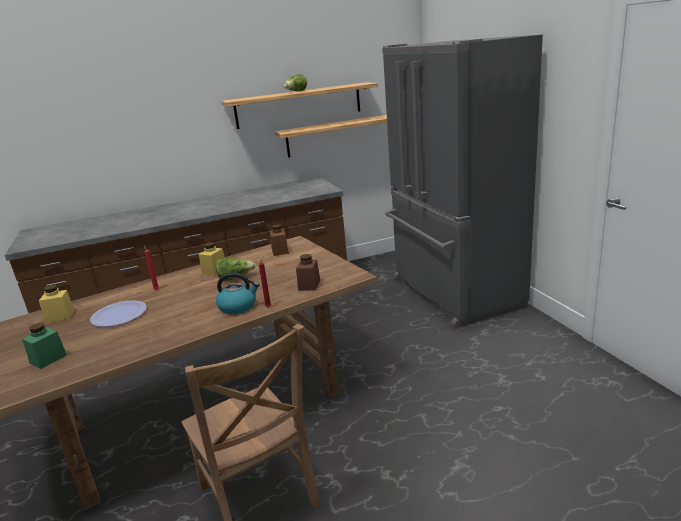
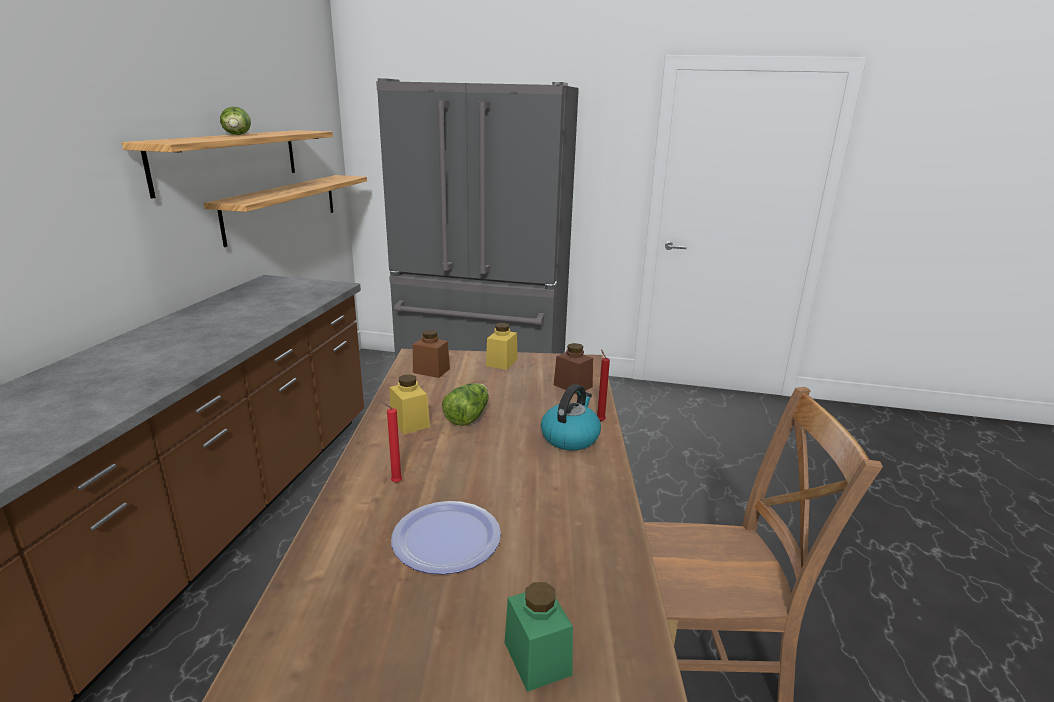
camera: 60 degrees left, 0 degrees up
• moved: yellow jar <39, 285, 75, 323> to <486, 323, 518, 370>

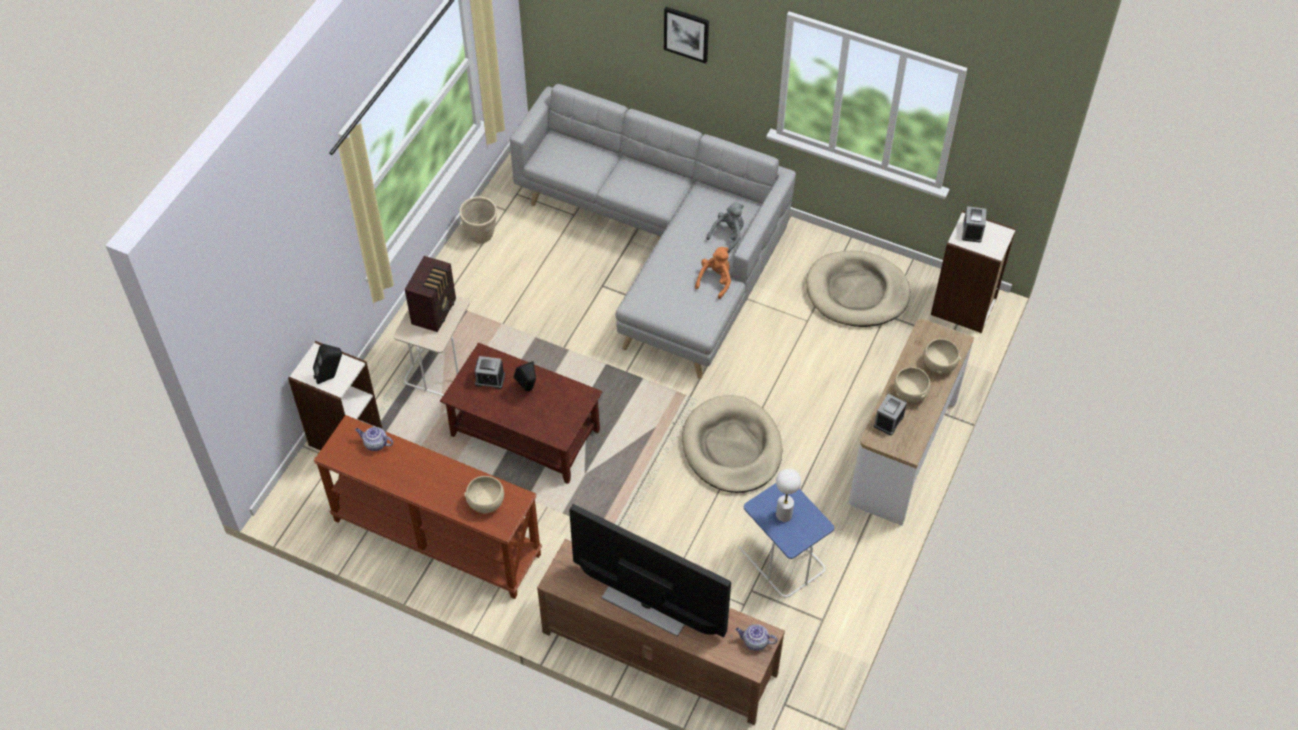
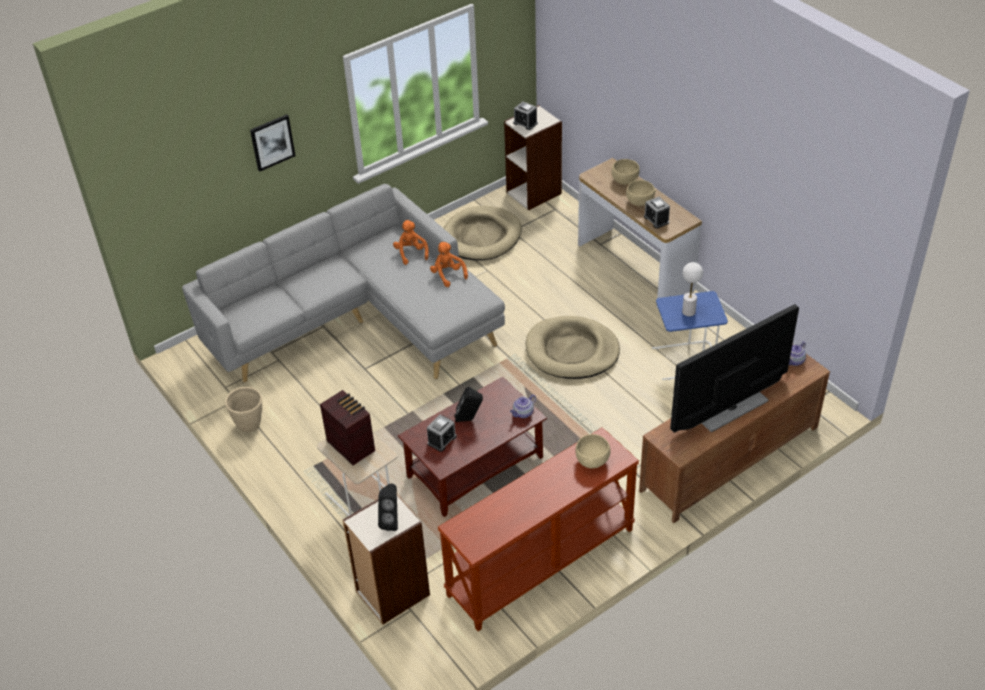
camera: 60 degrees left, 10 degrees down
• moved: teapot <355, 427, 393, 451> to <510, 394, 536, 418>
• recoloured: grey plush toy <707, 203, 744, 253> to orange plush toy <393, 220, 429, 265>

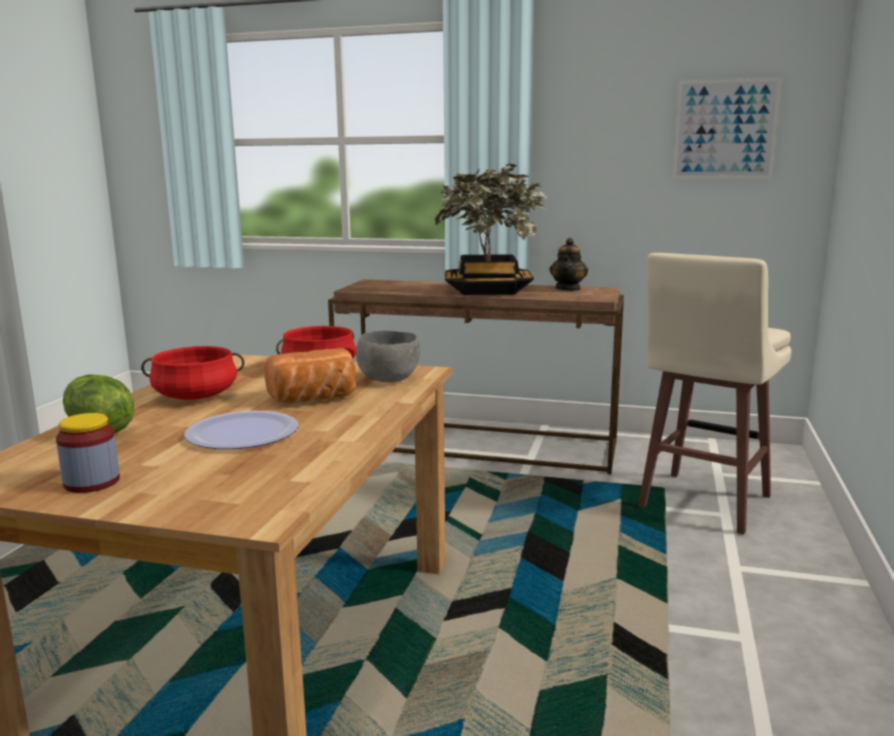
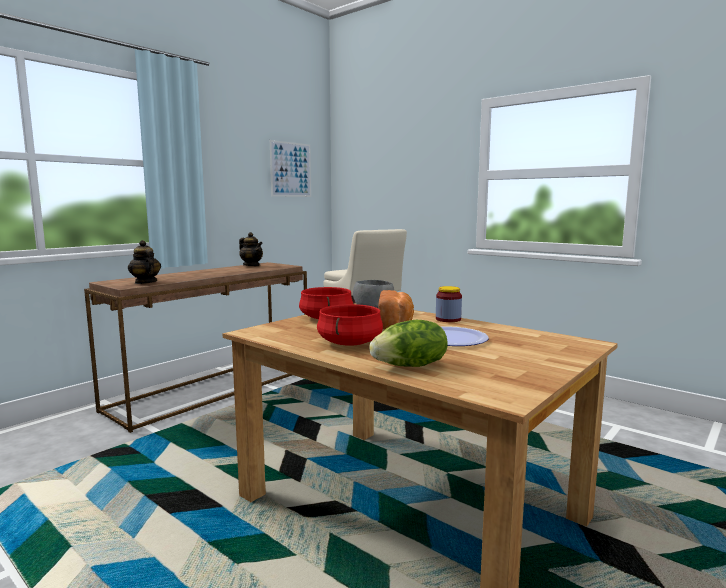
camera: 65 degrees left, 5 degrees down
• removed: potted plant <435, 163, 548, 295>
• added: teapot <128, 240, 161, 284>
• moved: jar <56, 413, 120, 493> to <436, 286, 462, 322>

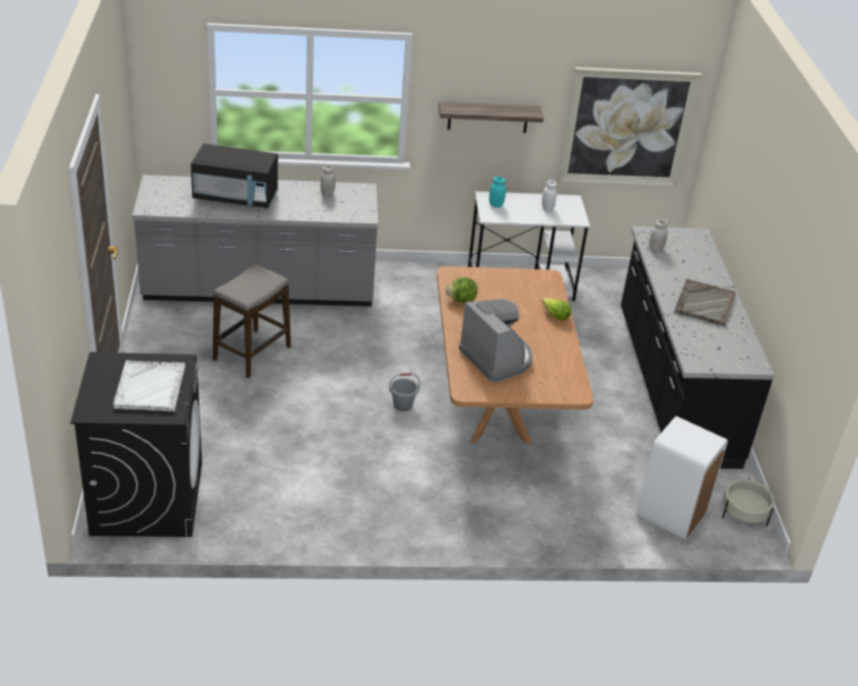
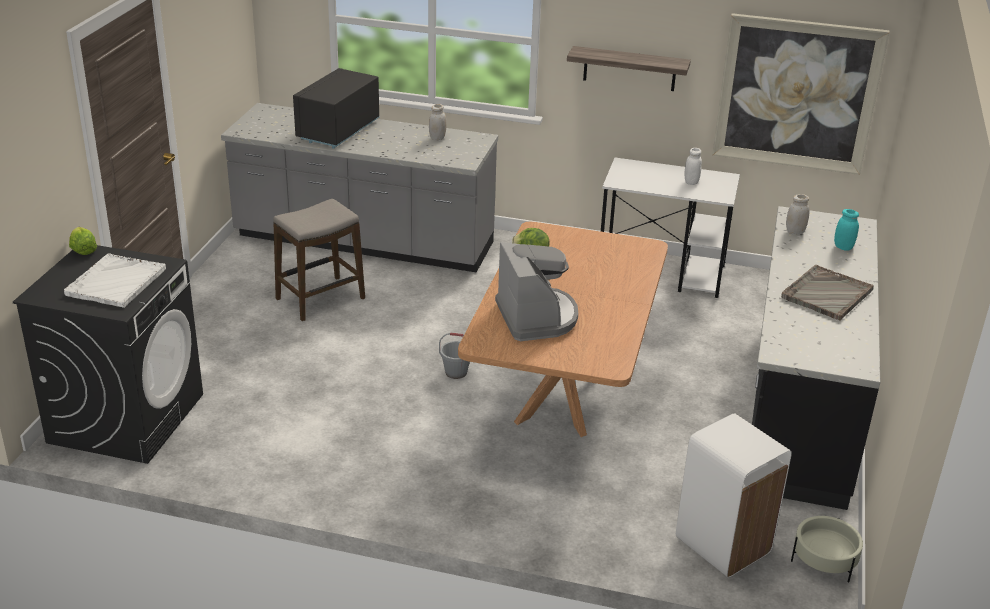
camera: 20 degrees right, 5 degrees down
• moved: turquoise jar <489, 177, 506, 207> to <834, 209, 859, 251>
• moved: lettuce <542, 298, 571, 320> to <69, 227, 97, 255>
• turned: black microwave <191, 144, 278, 208> = <293, 68, 379, 149> 90 degrees clockwise

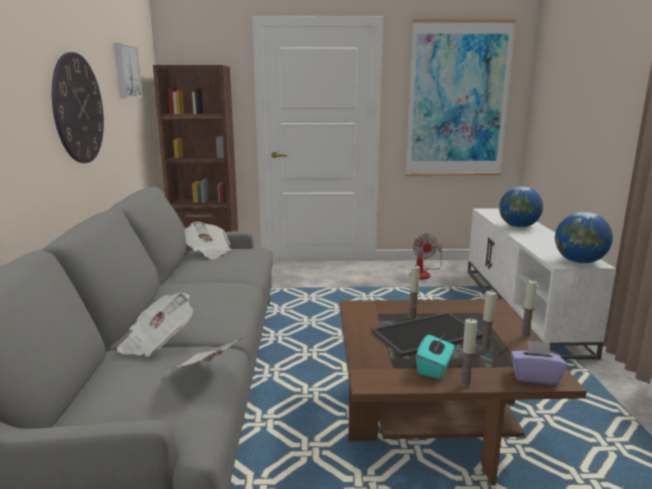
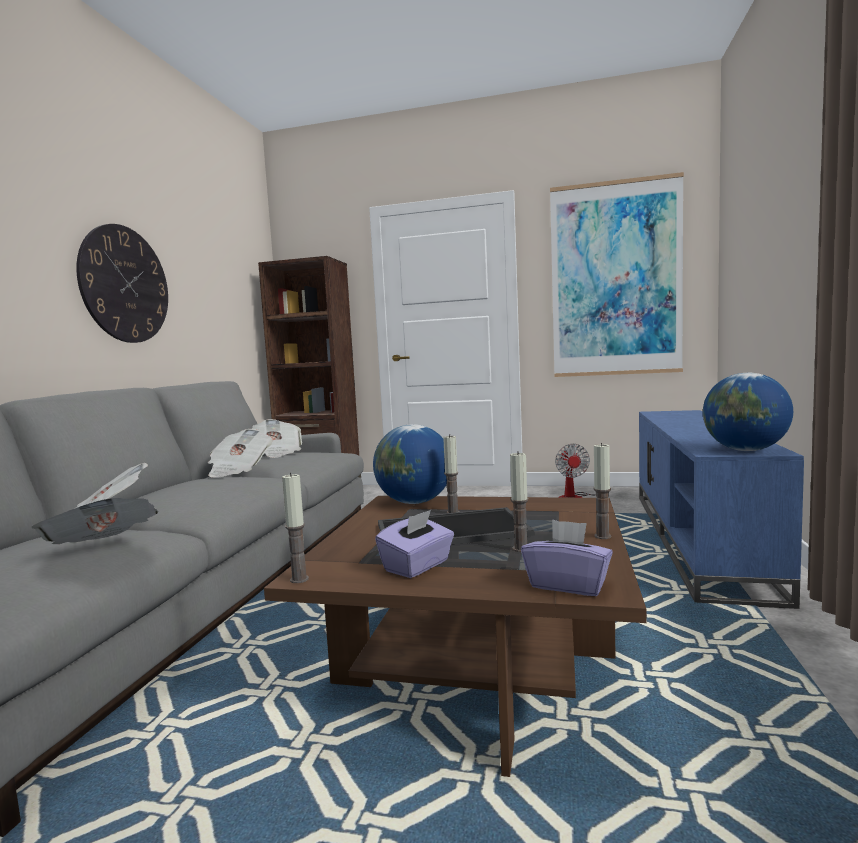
camera: 15 degrees right, 10 degrees down
• removed: picture <114, 43, 143, 98>
• added: newspaper <208, 429, 272, 478>
• moved: candle <459, 318, 477, 388> to <282, 473, 309, 583>
• moved: globe <499, 186, 543, 228> to <373, 424, 447, 504>
• recoloured: turquoise tissue box <416, 333, 454, 379> to purple tissue box <375, 510, 454, 578>
• recoloured: white tv stand <468, 208, 616, 359> to blue tv stand <639, 410, 804, 609>

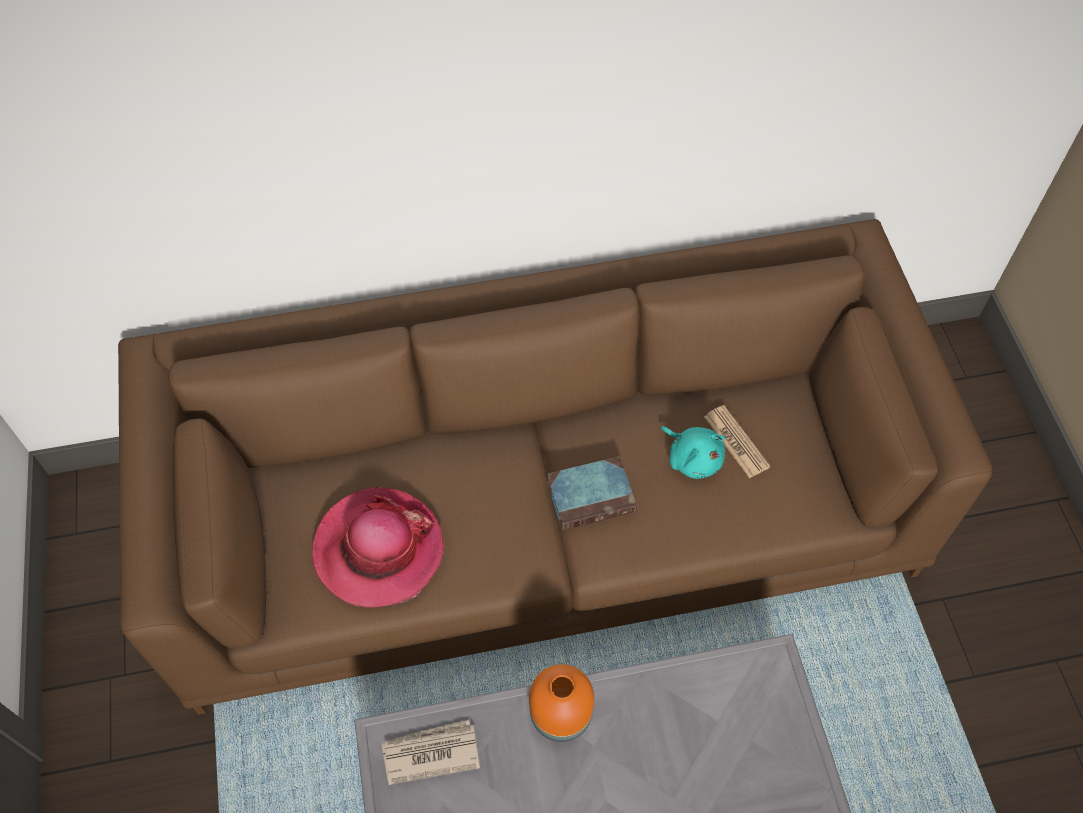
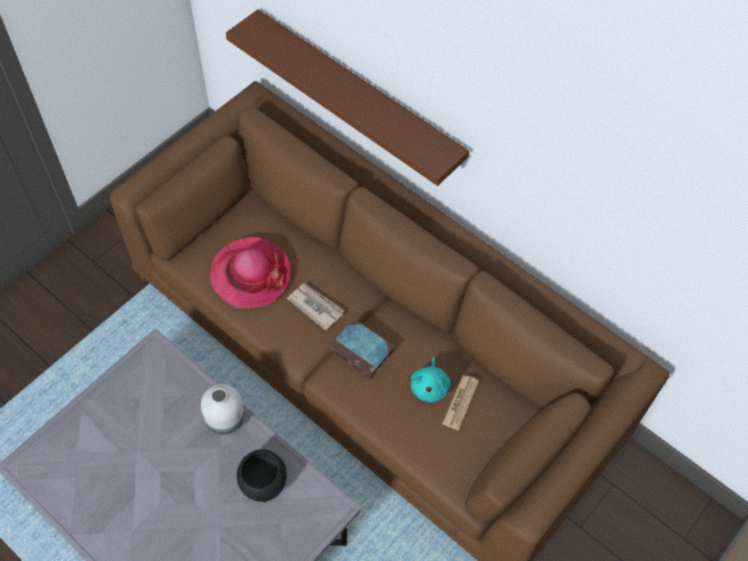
camera: 50 degrees right, 0 degrees up
• added: brown shelf <226, 9, 469, 186>
• added: black bowl <237, 449, 287, 503>
• moved: newspaper <381, 720, 480, 785> to <287, 283, 344, 330>
• recoloured: orange vase <529, 664, 594, 742> to white vase <201, 384, 244, 434>

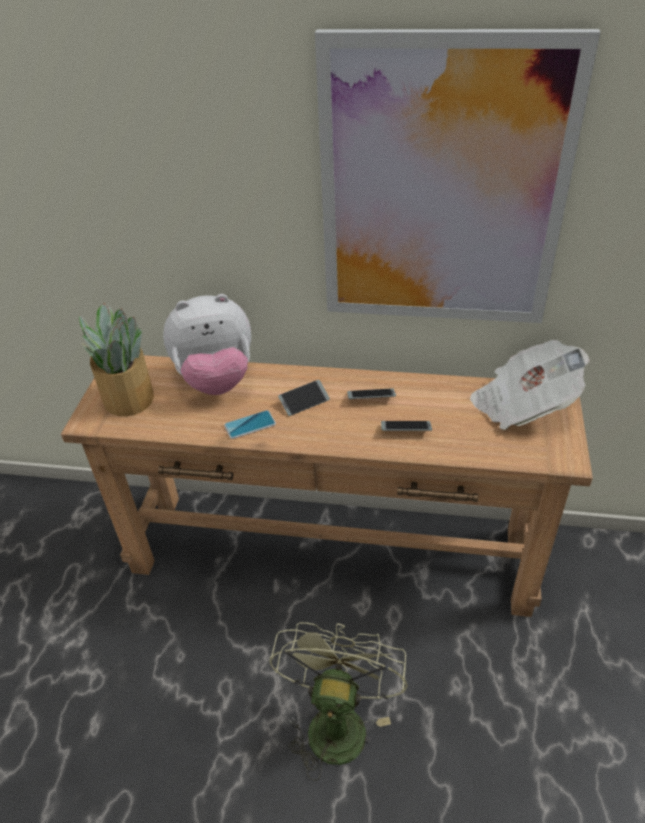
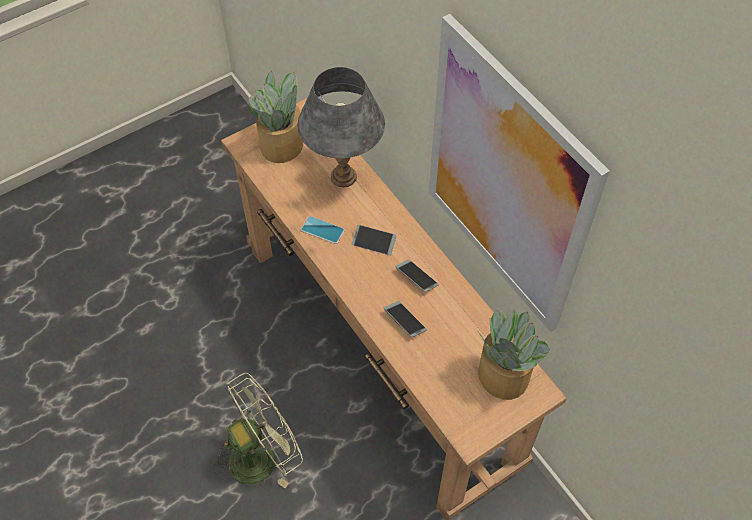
camera: 45 degrees right, 15 degrees up
• replaced: plush toy <163, 294, 251, 395> to grey table lamp <297, 67, 385, 187>
• replaced: newspaper <470, 340, 590, 430> to potted plant <477, 310, 550, 400>

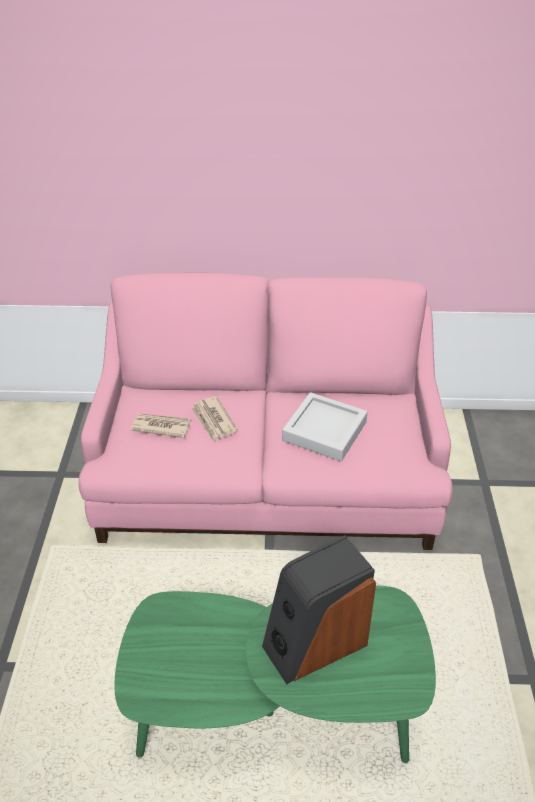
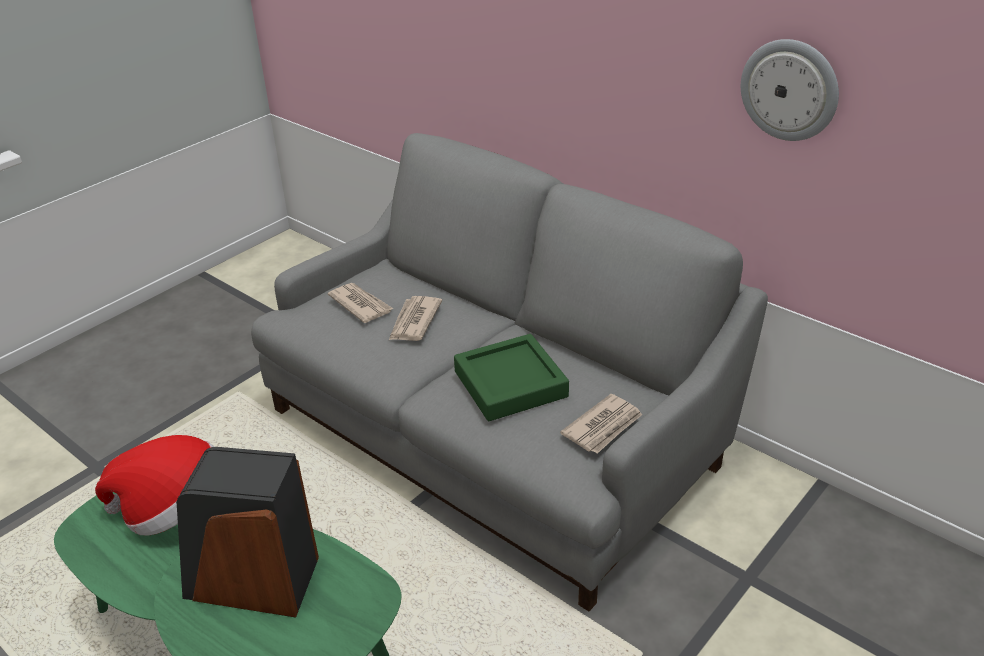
camera: 40 degrees right, 5 degrees down
• added: hat <95, 435, 215, 536>
• added: newspaper <560, 394, 643, 454>
• added: wall clock <741, 39, 839, 141>
• recoloured: pink sofa <78, 273, 453, 550> to grey sofa <251, 133, 768, 611>
• recoloured: grey tray <282, 392, 367, 461> to green tray <454, 334, 569, 421>

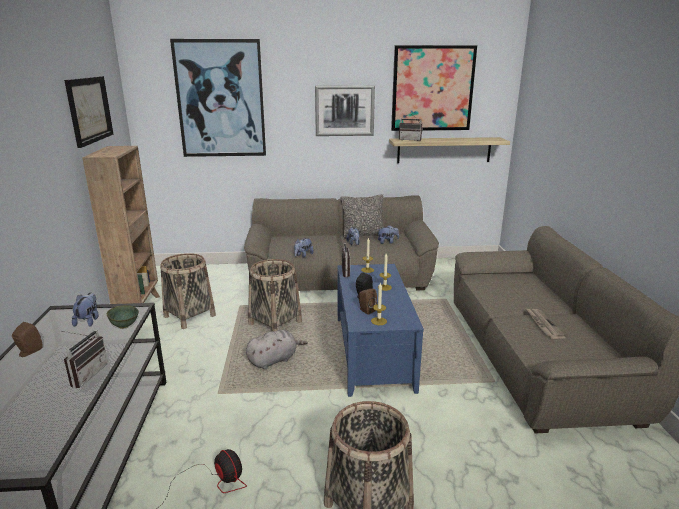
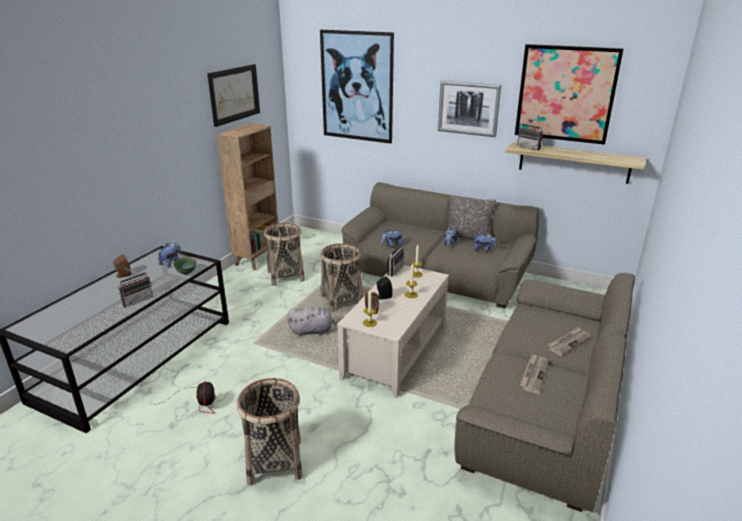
camera: 30 degrees right, 5 degrees up
• added: newspaper <548, 327, 590, 356>
• recoloured: blue coffee table <337, 264, 424, 397> to beige coffee table <337, 265, 449, 398>

